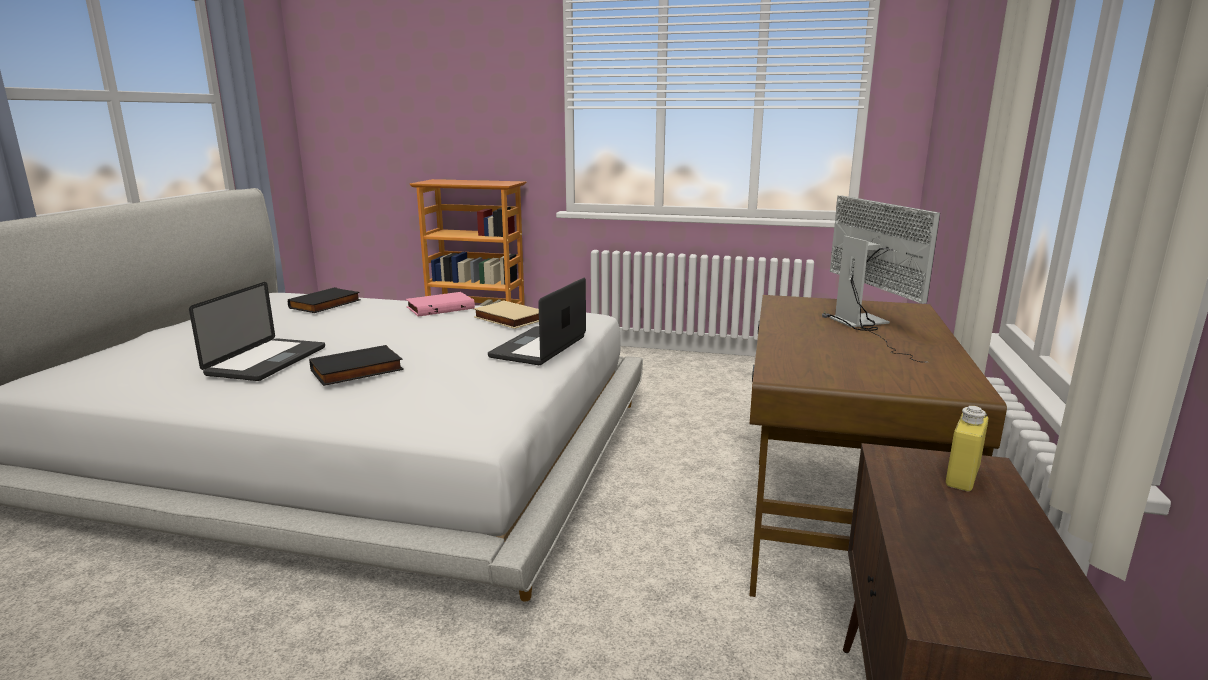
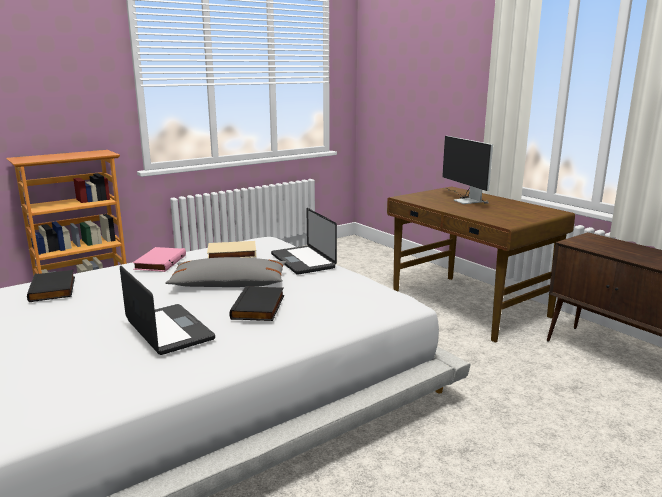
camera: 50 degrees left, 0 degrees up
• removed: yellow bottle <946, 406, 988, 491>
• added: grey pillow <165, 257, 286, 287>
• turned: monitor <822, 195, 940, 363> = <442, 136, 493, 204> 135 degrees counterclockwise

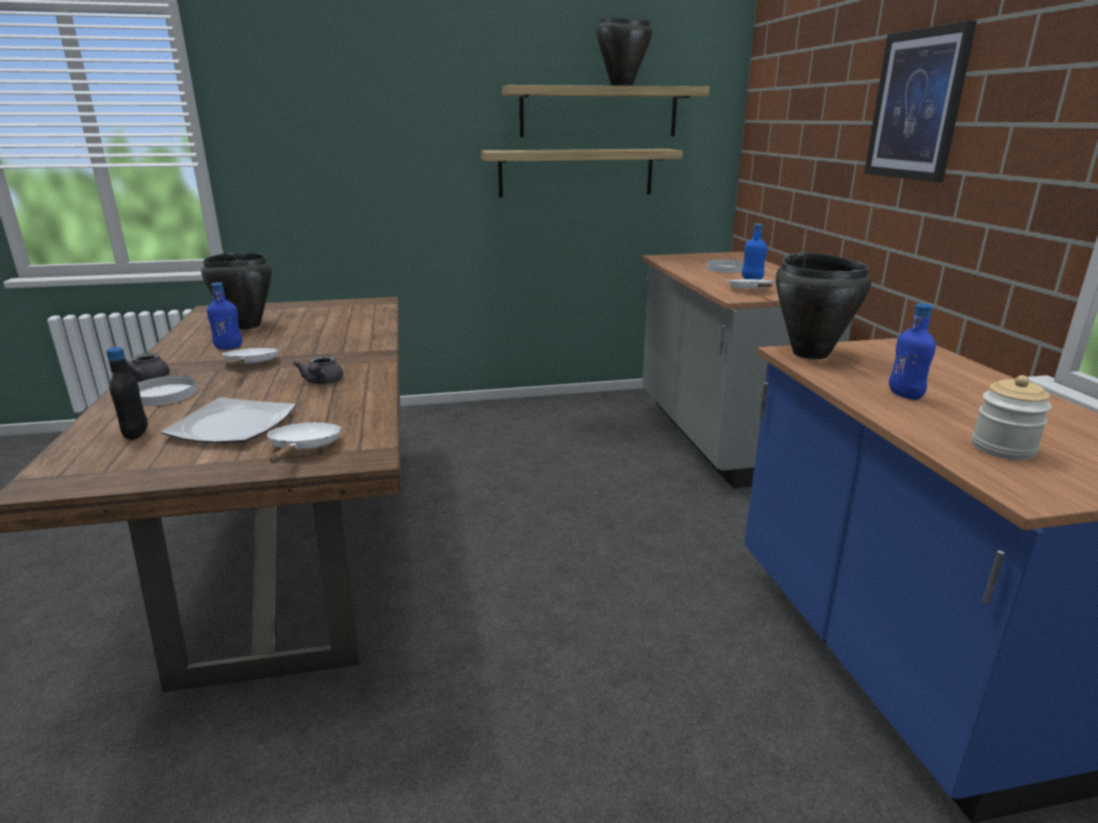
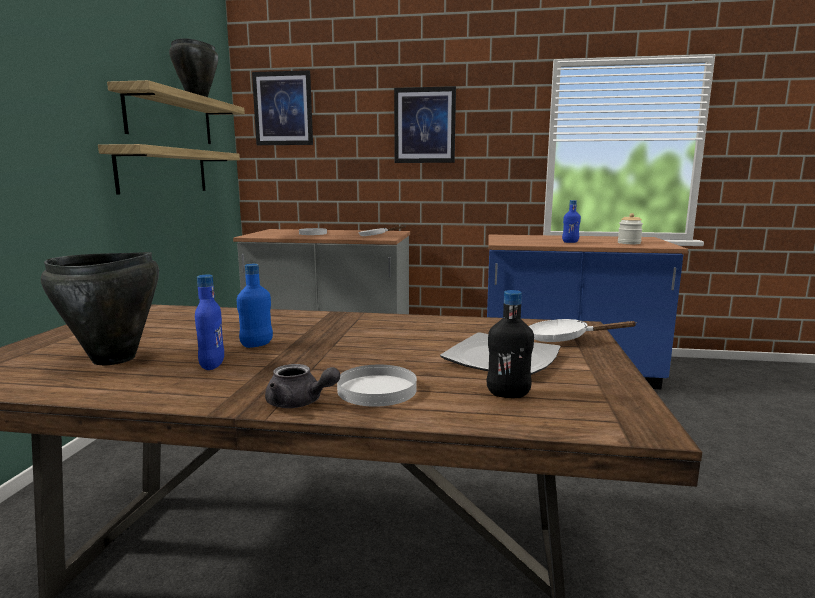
camera: 70 degrees left, 10 degrees down
• removed: white frying pan <222, 348, 279, 367>
• removed: grey teapot <293, 355, 343, 384>
• removed: black cooking pot <776, 252, 871, 359>
• added: picture <252, 70, 313, 145>
• moved: blue bottle <742, 224, 767, 279> to <237, 264, 273, 348>

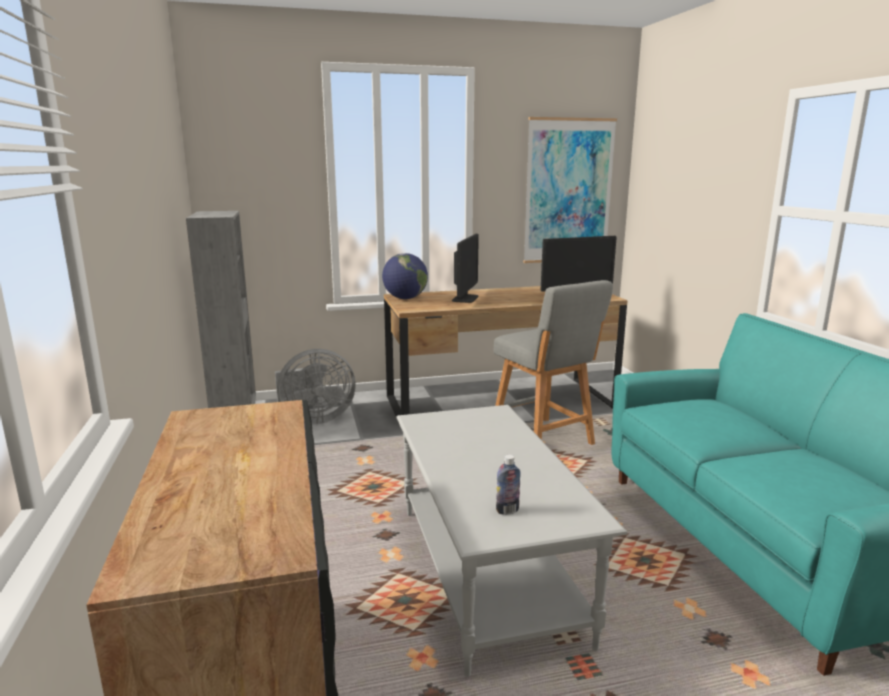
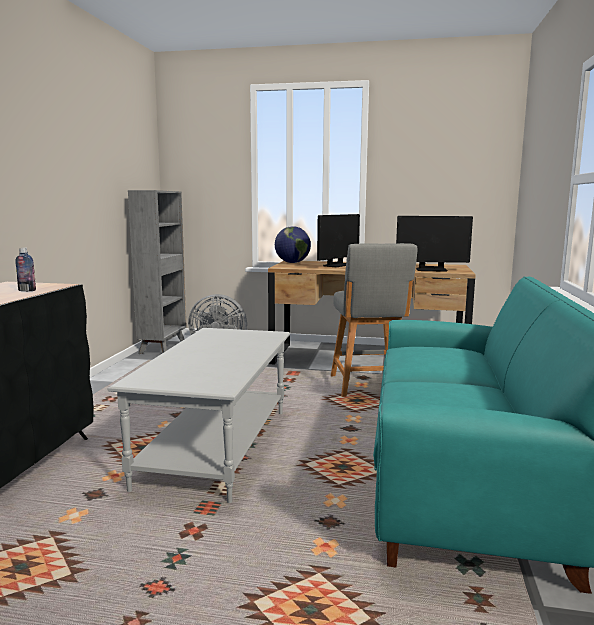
camera: 25 degrees right, 5 degrees down
• removed: picture <523, 117, 617, 263>
• moved: bottle <496, 455, 521, 515> to <15, 248, 36, 291>

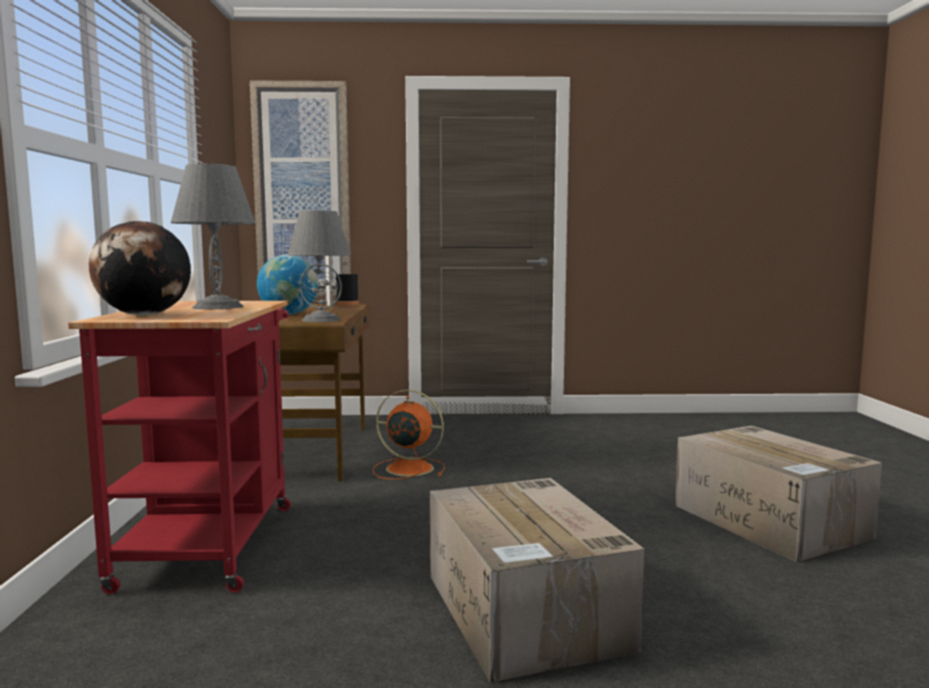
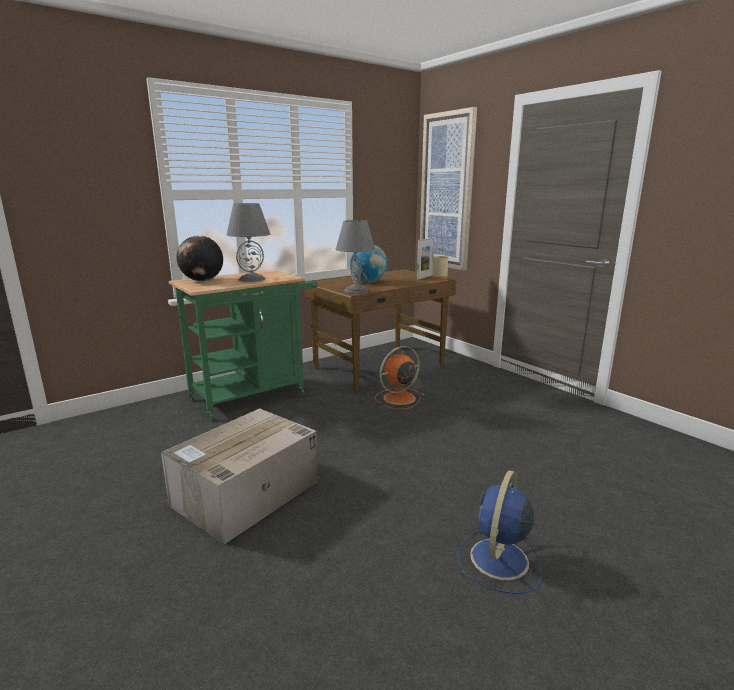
camera: 55 degrees right, 10 degrees up
• replaced: cardboard box <675, 426, 882, 562> to blue fan <458, 470, 542, 594>
• recoloured: red cart <68, 301, 291, 594> to green cart <169, 270, 318, 420>
• recoloured: black bottle <336, 262, 359, 305> to beige bottle <432, 248, 448, 280>
• turned: orange fan <372, 390, 445, 480> = <375, 346, 424, 410> 105 degrees counterclockwise

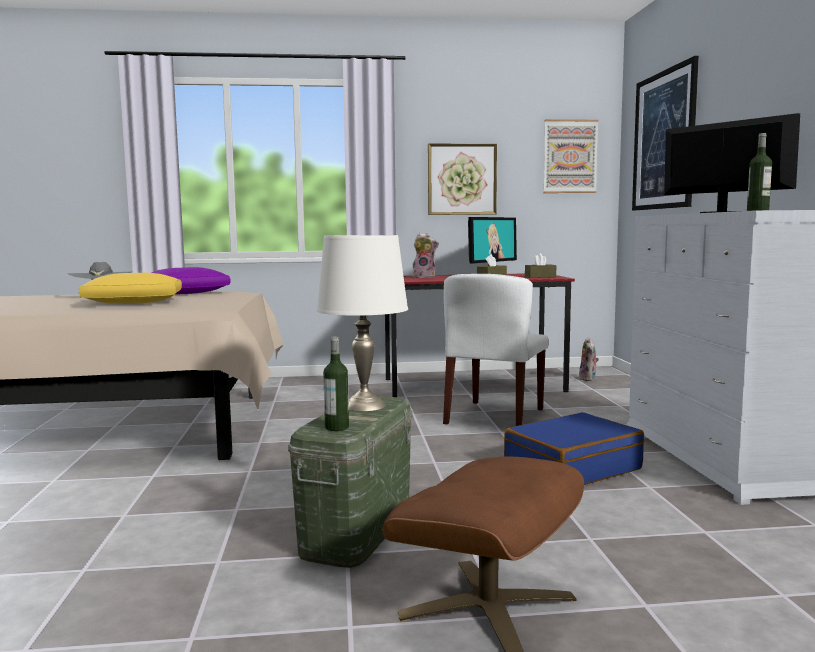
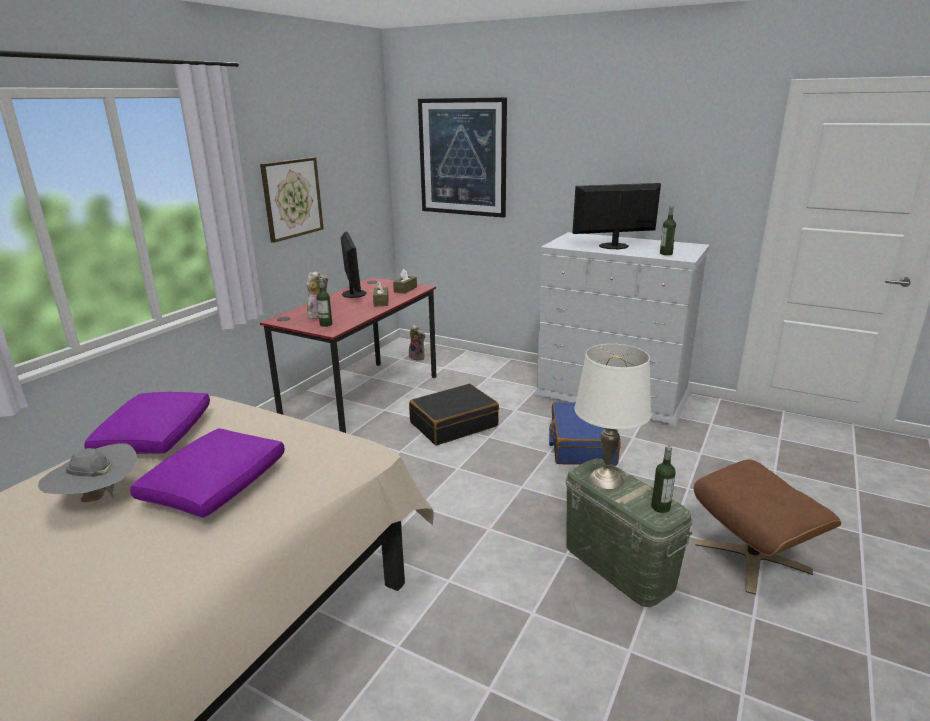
camera: 55 degrees left, 15 degrees up
• removed: picture <543, 119, 599, 193>
• added: bottle <317, 278, 332, 327>
• replaced: white chair <443, 274, 549, 426> to black suitcase <409, 384, 499, 445>
• recoloured: yellow pillow <79, 273, 182, 304> to purple pillow <130, 428, 285, 518>

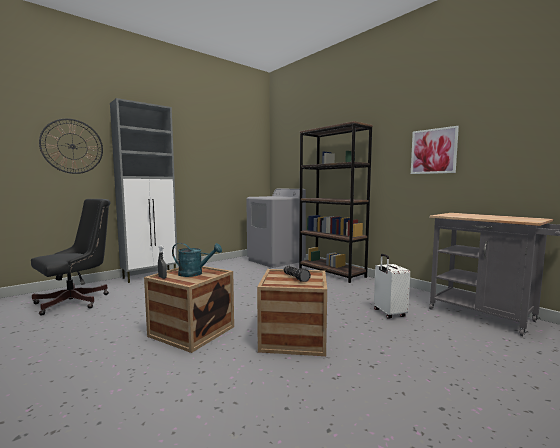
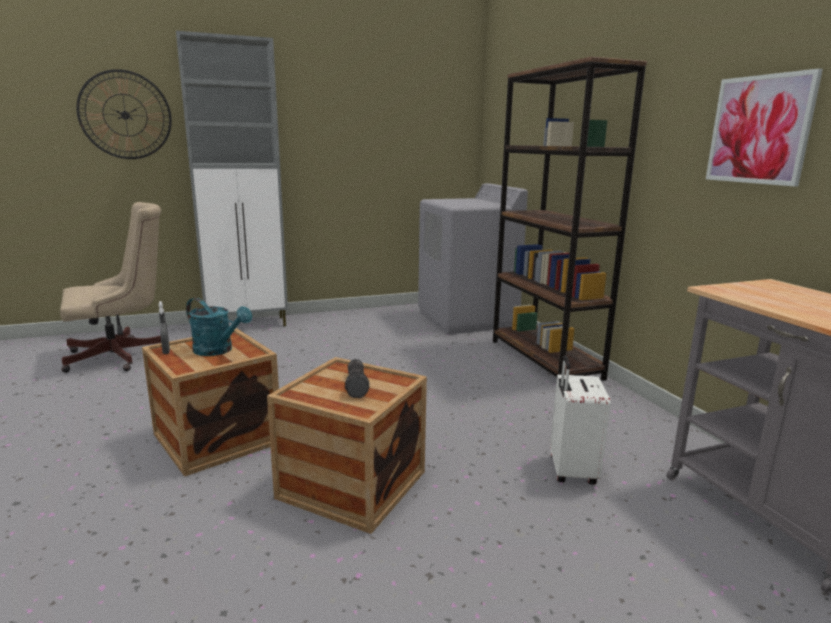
camera: 20 degrees right, 10 degrees up
• recoloured: black office chair <31, 199, 111, 316> to beige office chair <60, 202, 161, 373>

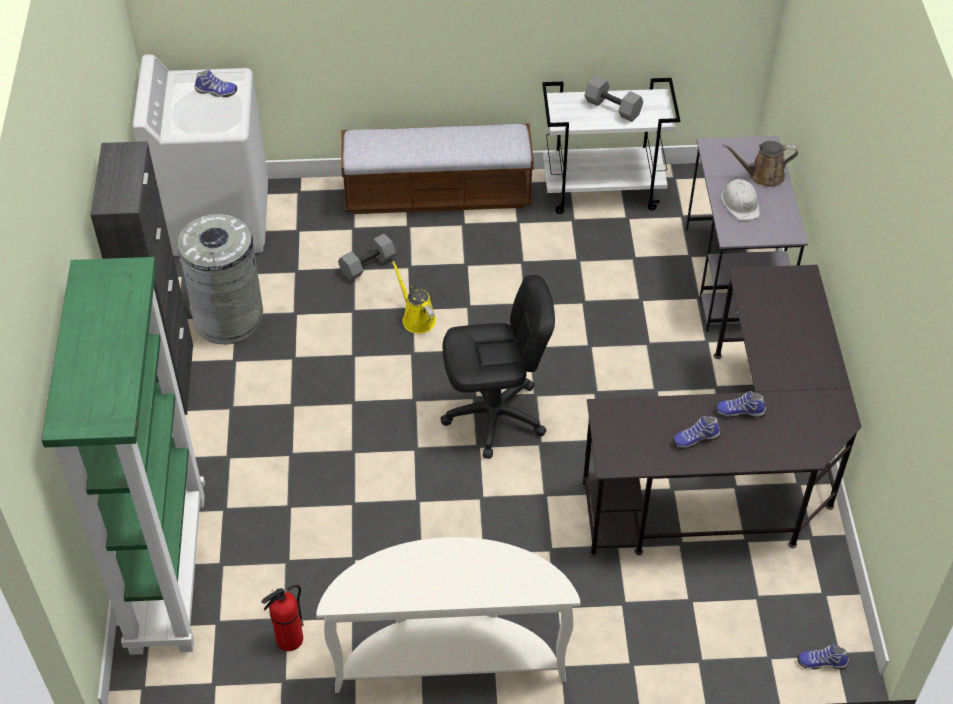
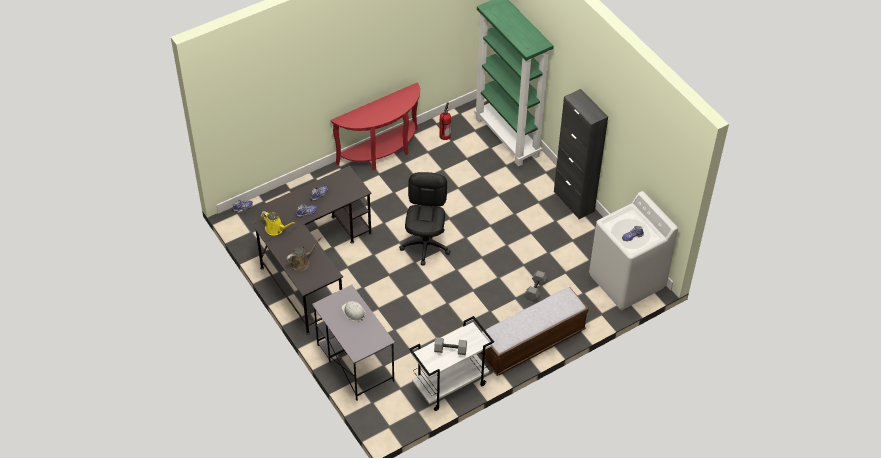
camera: 150 degrees right, 0 degrees up
• removed: grey trash can <177, 214, 263, 344>
• moved: yellow watering can <392, 261, 436, 334> to <260, 211, 295, 235>
• moved: brown watering can <723, 141, 798, 187> to <286, 237, 322, 271>
• recoloured: white console table <316, 537, 580, 693> to red console table <331, 82, 420, 170>
• turned: black office chair <440, 275, 555, 459> = <399, 172, 451, 265> 135 degrees clockwise

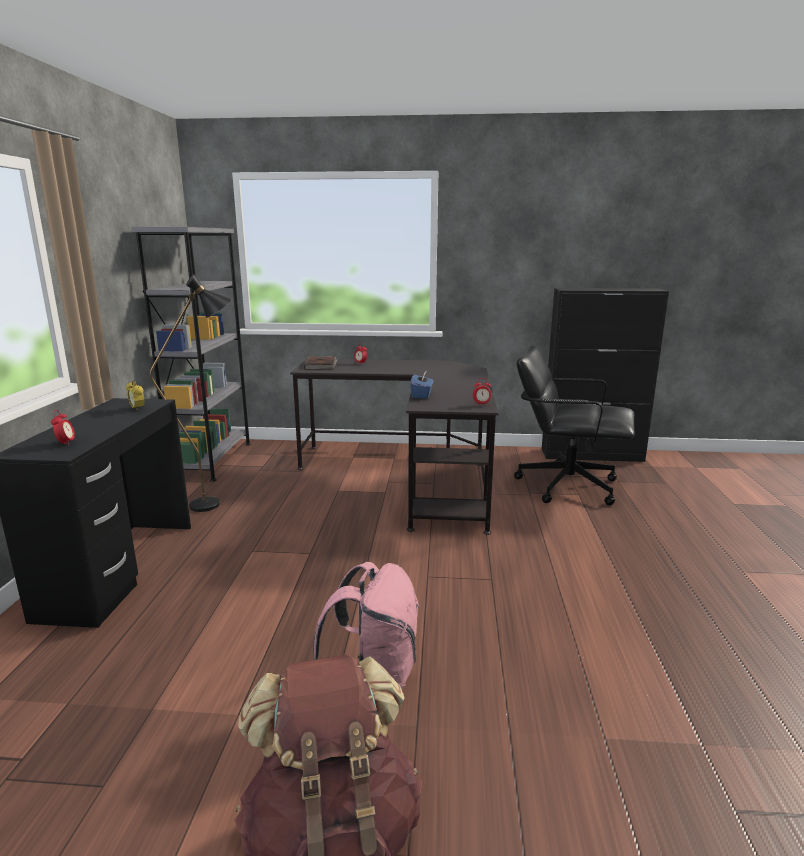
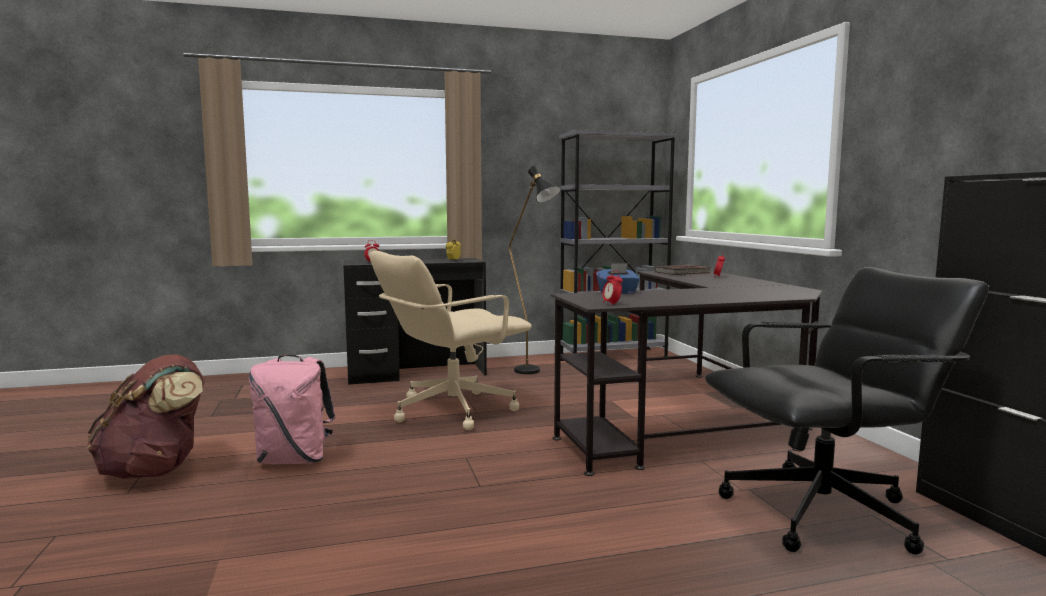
camera: 70 degrees right, 10 degrees down
• added: beige office chair <370, 251, 532, 430>
• turned: black office chair <514, 345, 635, 505> = <705, 267, 989, 555> 75 degrees clockwise

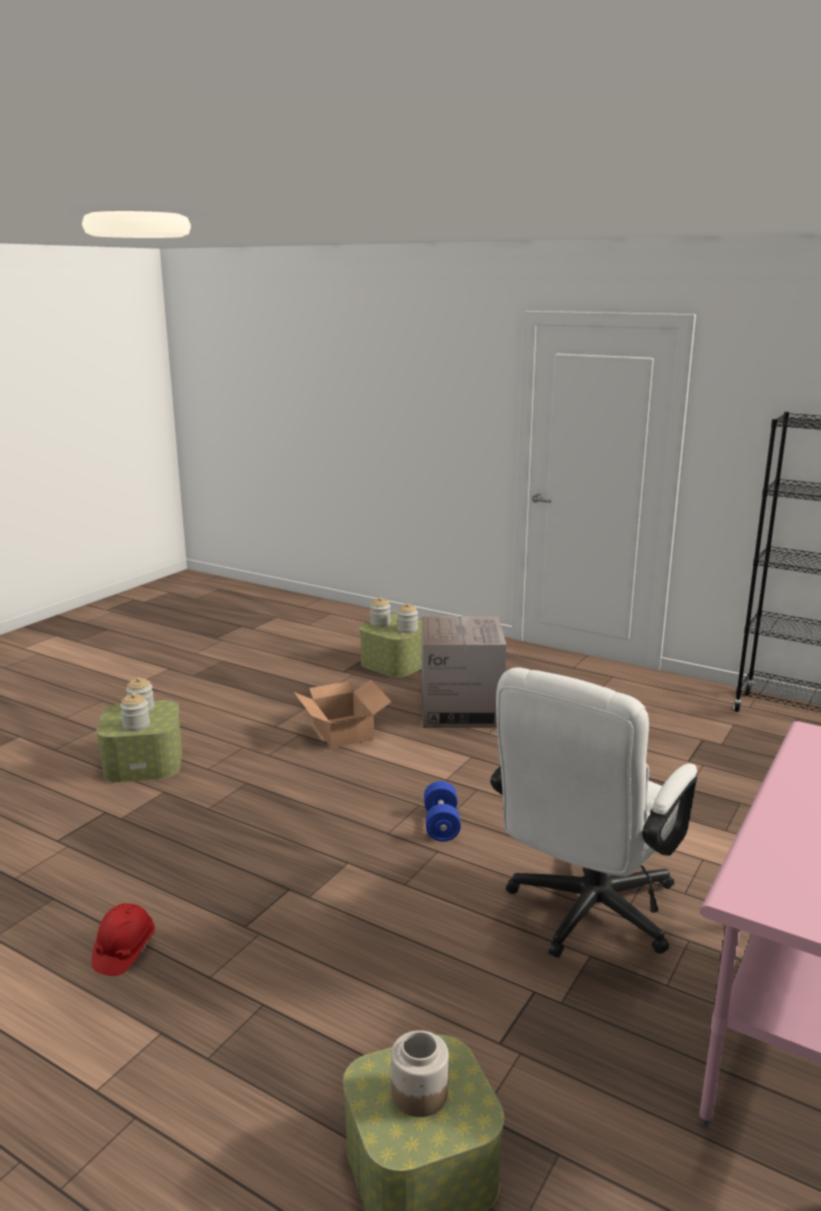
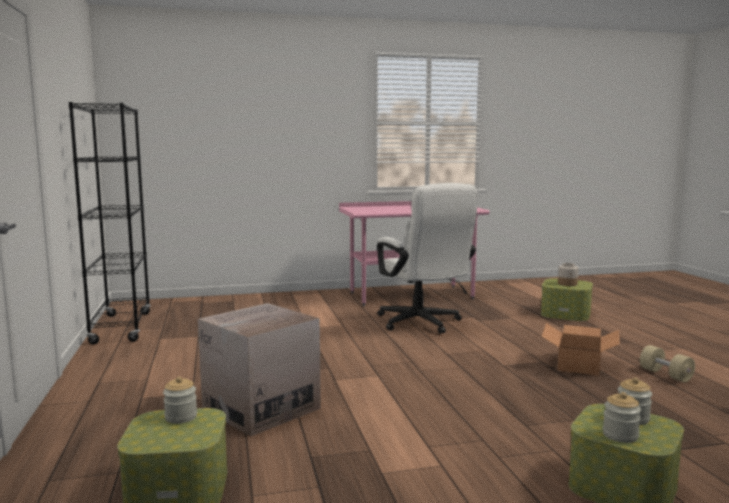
camera: 135 degrees left, 10 degrees down
• removed: jar <370, 597, 391, 627>
• removed: blue dumbbell <424, 781, 461, 842>
• moved: cardboard box <294, 680, 392, 748> to <541, 323, 620, 376>
• replaced: red hard hat <91, 903, 155, 976> to beige dumbbell <640, 345, 695, 382>
• turned: white office chair <490, 667, 697, 958> = <377, 183, 477, 334> 75 degrees clockwise

